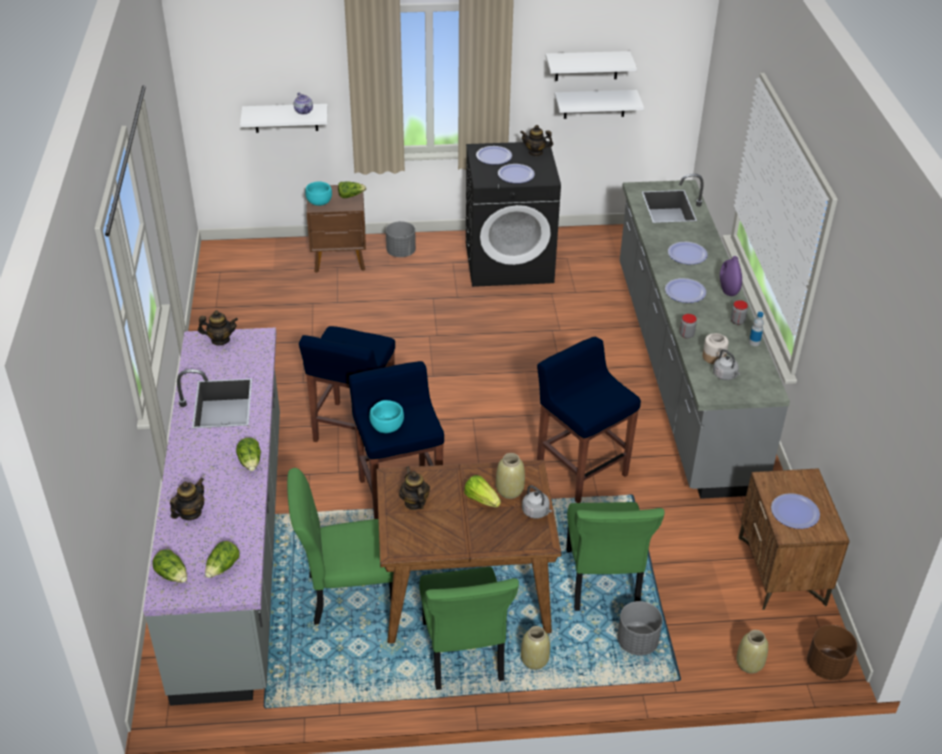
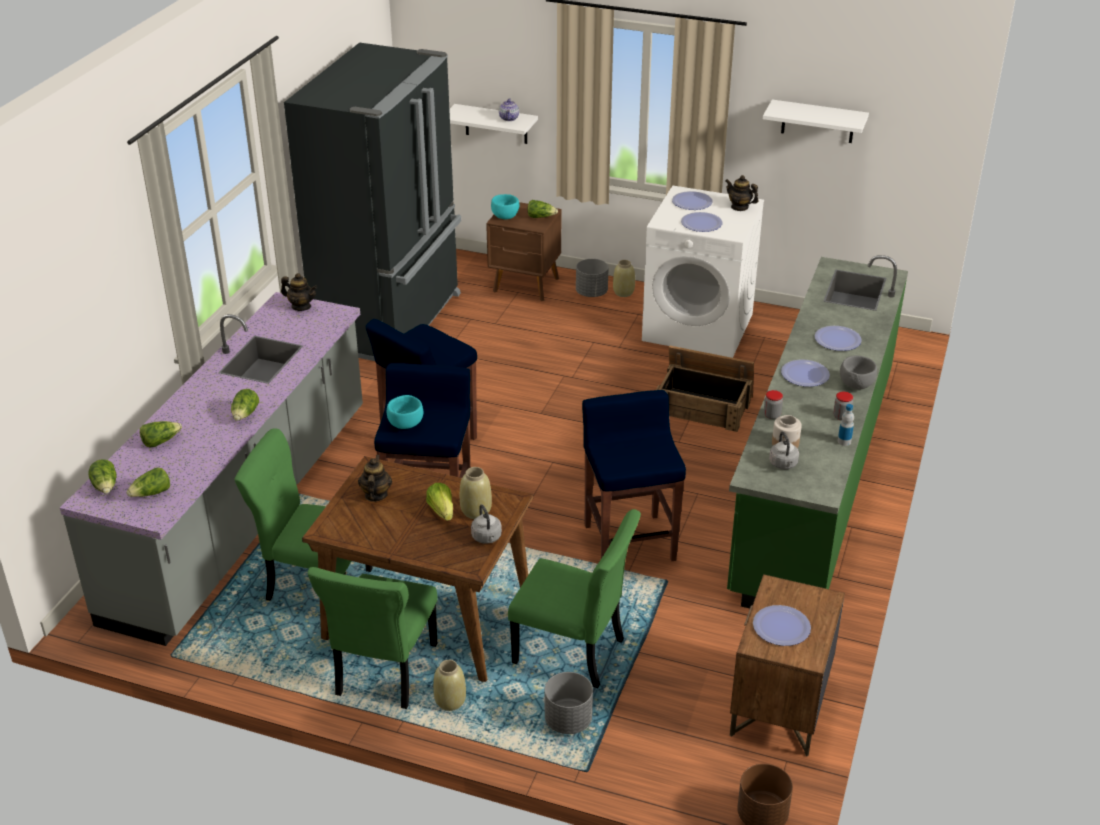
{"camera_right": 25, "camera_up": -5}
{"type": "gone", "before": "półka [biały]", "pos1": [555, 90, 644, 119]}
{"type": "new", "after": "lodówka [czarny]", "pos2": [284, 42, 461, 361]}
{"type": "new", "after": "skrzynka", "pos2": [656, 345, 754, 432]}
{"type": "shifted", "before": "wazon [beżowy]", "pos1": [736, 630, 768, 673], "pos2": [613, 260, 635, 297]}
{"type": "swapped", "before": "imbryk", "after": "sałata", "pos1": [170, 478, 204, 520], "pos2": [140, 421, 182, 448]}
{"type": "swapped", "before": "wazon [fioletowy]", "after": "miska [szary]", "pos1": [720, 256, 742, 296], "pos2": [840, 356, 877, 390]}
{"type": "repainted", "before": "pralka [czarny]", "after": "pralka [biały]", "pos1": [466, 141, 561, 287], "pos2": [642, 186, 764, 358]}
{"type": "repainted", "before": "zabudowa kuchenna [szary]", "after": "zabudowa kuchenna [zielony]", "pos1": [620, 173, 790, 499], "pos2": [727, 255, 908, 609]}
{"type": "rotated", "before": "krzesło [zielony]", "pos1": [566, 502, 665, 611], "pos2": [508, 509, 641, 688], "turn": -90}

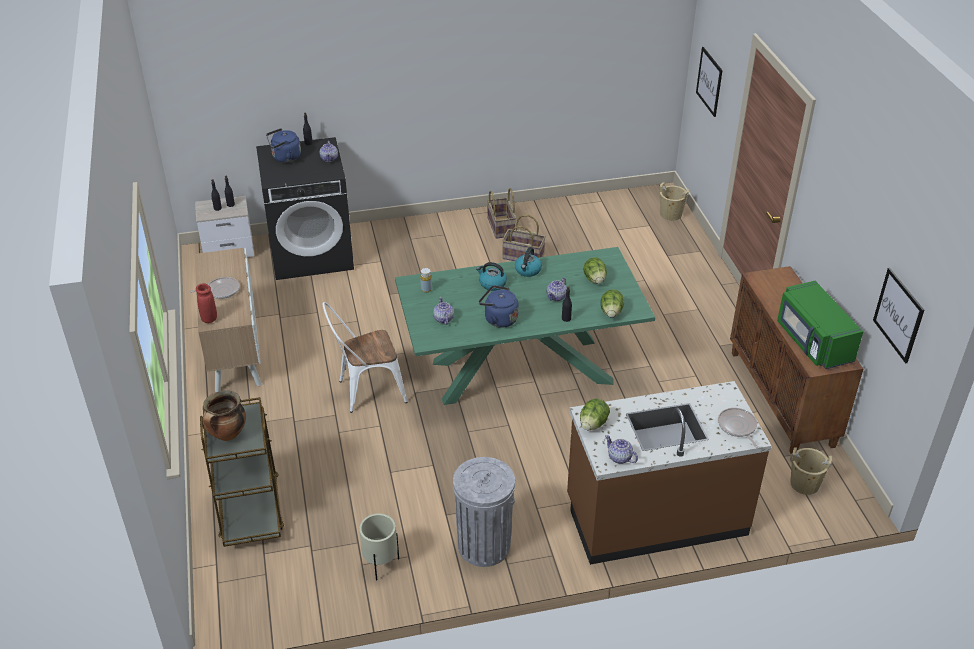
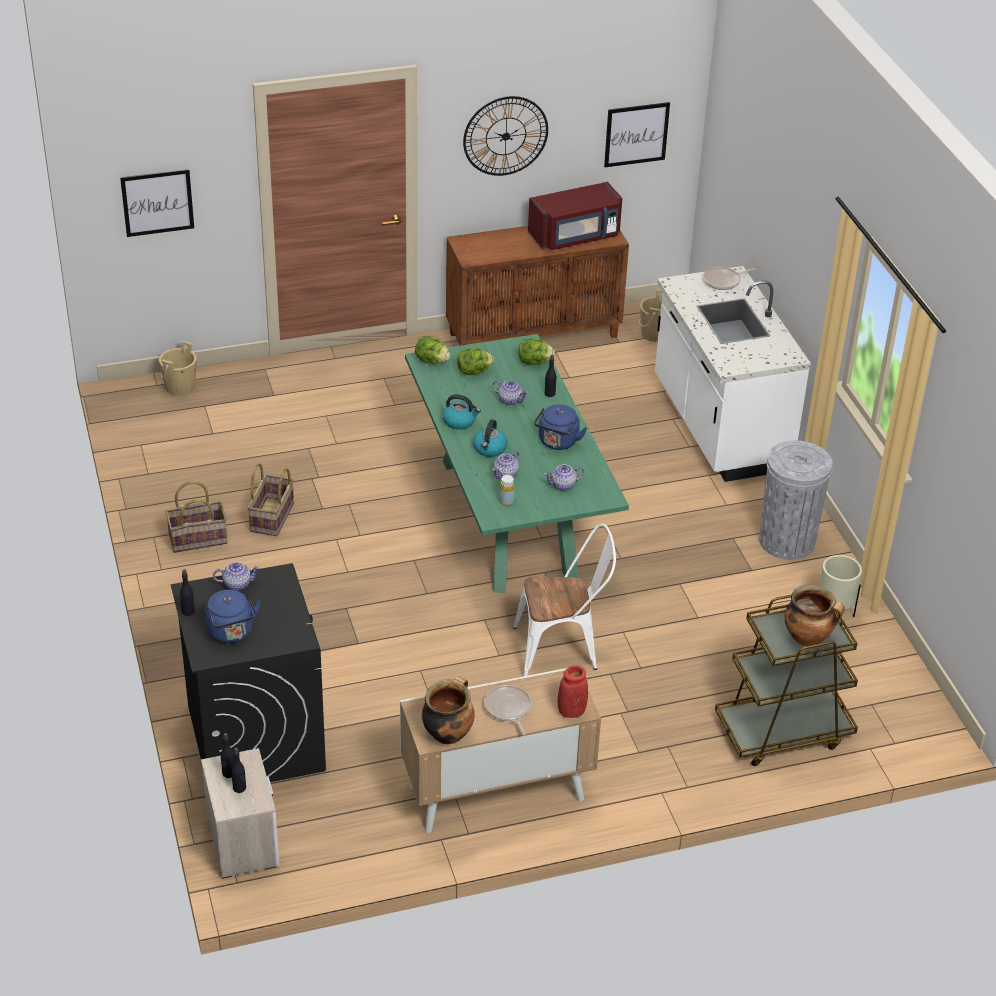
{"camera_right": -95, "camera_up": 0}
{"type": "new", "after": "garnek", "pos2": [422, 676, 475, 744]}
{"type": "new", "after": "zegar ścienny", "pos2": [463, 96, 548, 176]}
{"type": "shifted", "before": "sałata", "pos1": [580, 399, 610, 430], "pos2": [415, 336, 451, 364]}
{"type": "shifted", "before": "imbryk", "pos1": [605, 435, 638, 464], "pos2": [492, 451, 520, 479]}
{"type": "repainted", "before": "zabudowa kuchenna [brązowy]", "after": "zabudowa kuchenna [biały]", "pos1": [567, 381, 772, 565], "pos2": [655, 266, 811, 482]}
{"type": "repainted", "before": "mikrofalówka [zielony]", "after": "mikrofalówka [czerwony]", "pos1": [777, 281, 863, 369], "pos2": [528, 182, 622, 250]}
{"type": "rotated", "before": "krzesło [biały]", "pos1": [323, 302, 408, 413], "pos2": [513, 524, 616, 676], "turn": -75}

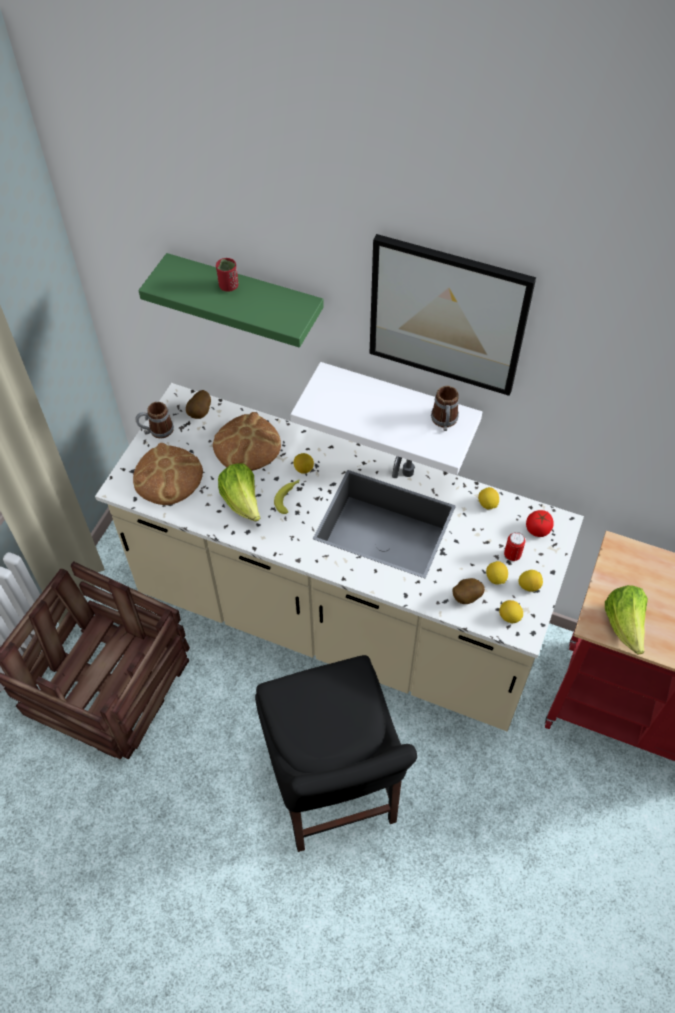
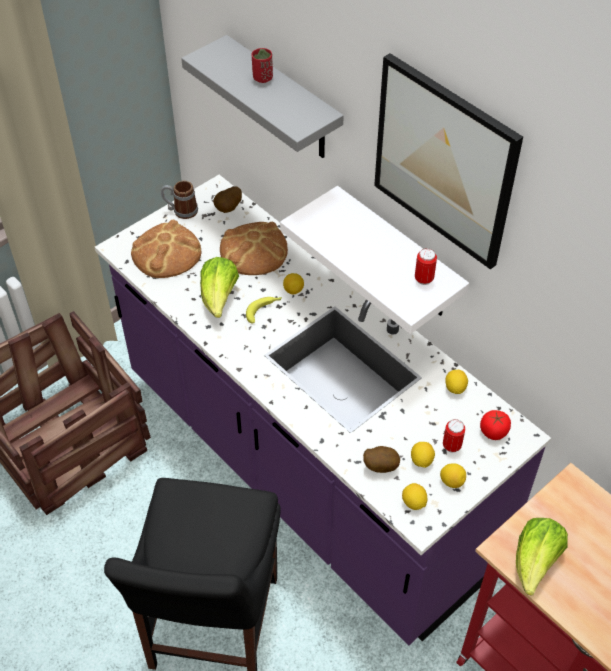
{"camera_right": 25, "camera_up": -5}
{"type": "swapped", "before": "kubek", "after": "puszka", "pos1": [431, 386, 459, 431], "pos2": [415, 248, 437, 285]}
{"type": "repainted", "before": "zabudowa kuchenna [beżowy]", "after": "zabudowa kuchenna [fioletowy]", "pos1": [95, 383, 584, 731], "pos2": [95, 175, 551, 645]}
{"type": "repainted", "before": "półka [zielony]", "after": "półka [szary]", "pos1": [138, 253, 324, 348], "pos2": [181, 35, 344, 158]}

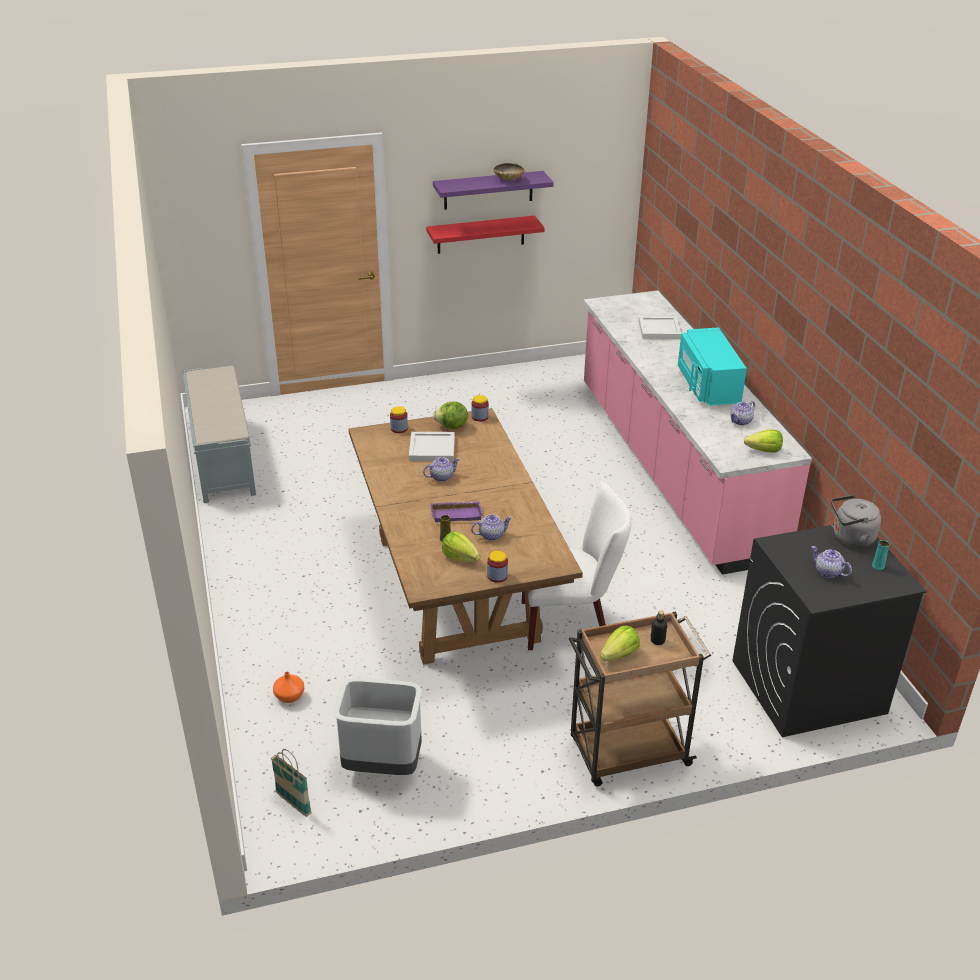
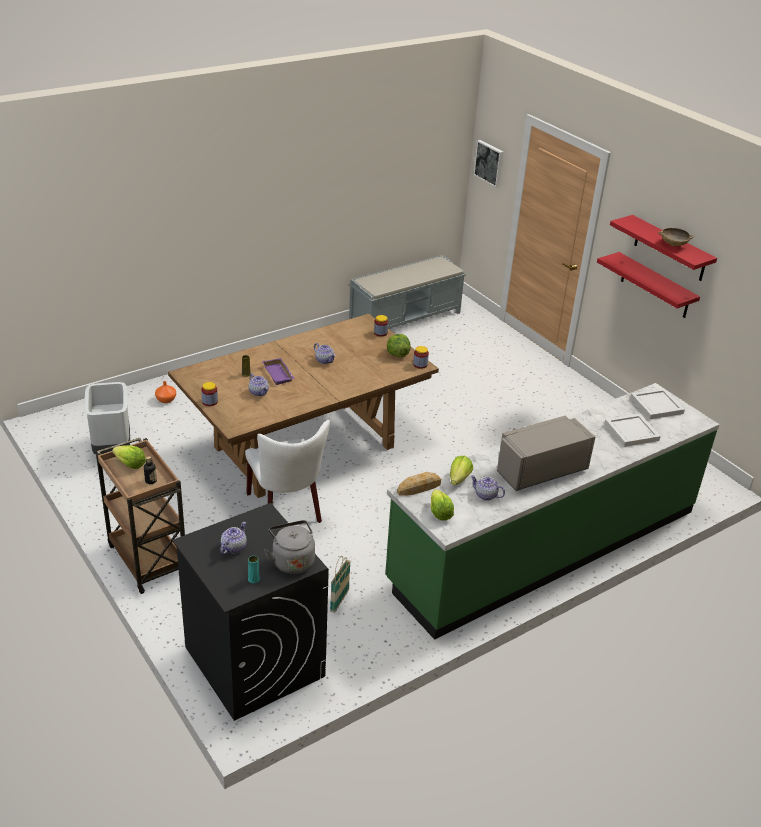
{"camera_right": 70, "camera_up": 0}
{"type": "new", "after": "chleb", "pos2": [397, 472, 441, 496]}
{"type": "new", "after": "obraz", "pos2": [474, 140, 504, 187]}
{"type": "shifted", "before": "koszyk", "pos1": [271, 749, 312, 817], "pos2": [330, 556, 351, 613]}
{"type": "shifted", "before": "taca [biały]", "pos1": [409, 432, 455, 461], "pos2": [630, 388, 685, 419]}
{"type": "shifted", "before": "sałata", "pos1": [442, 531, 480, 562], "pos2": [450, 456, 473, 486]}
{"type": "repainted", "before": "półka [fioletowy]", "after": "półka [czerwony]", "pos1": [433, 171, 554, 210], "pos2": [610, 215, 717, 281]}
{"type": "repainted", "before": "zabudowa kuchenna [różowy]", "after": "zabudowa kuchenna [zielony]", "pos1": [584, 290, 812, 575], "pos2": [385, 383, 719, 640]}
{"type": "repainted", "before": "mikrofalówka [turkusowy]", "after": "mikrofalówka [szary]", "pos1": [678, 327, 747, 406], "pos2": [497, 416, 595, 491]}

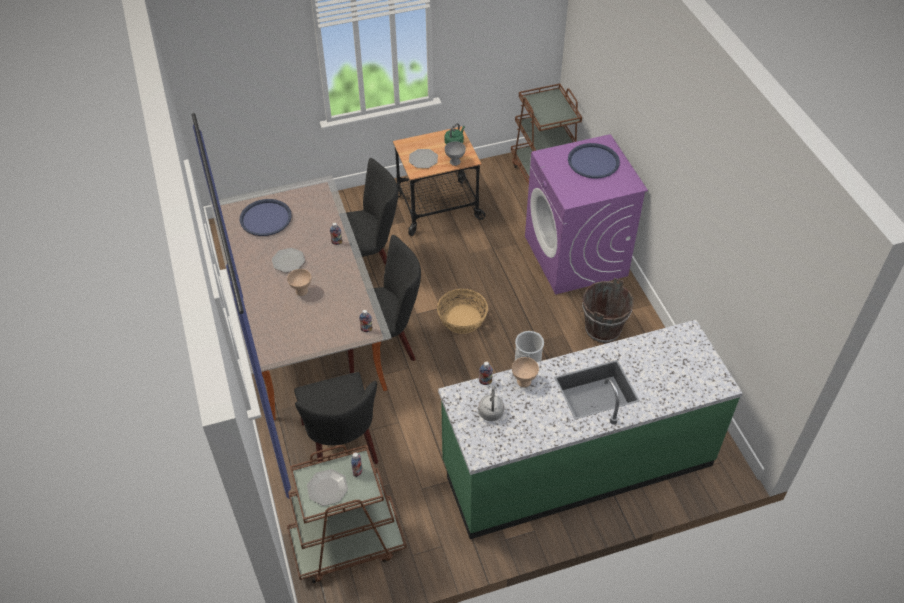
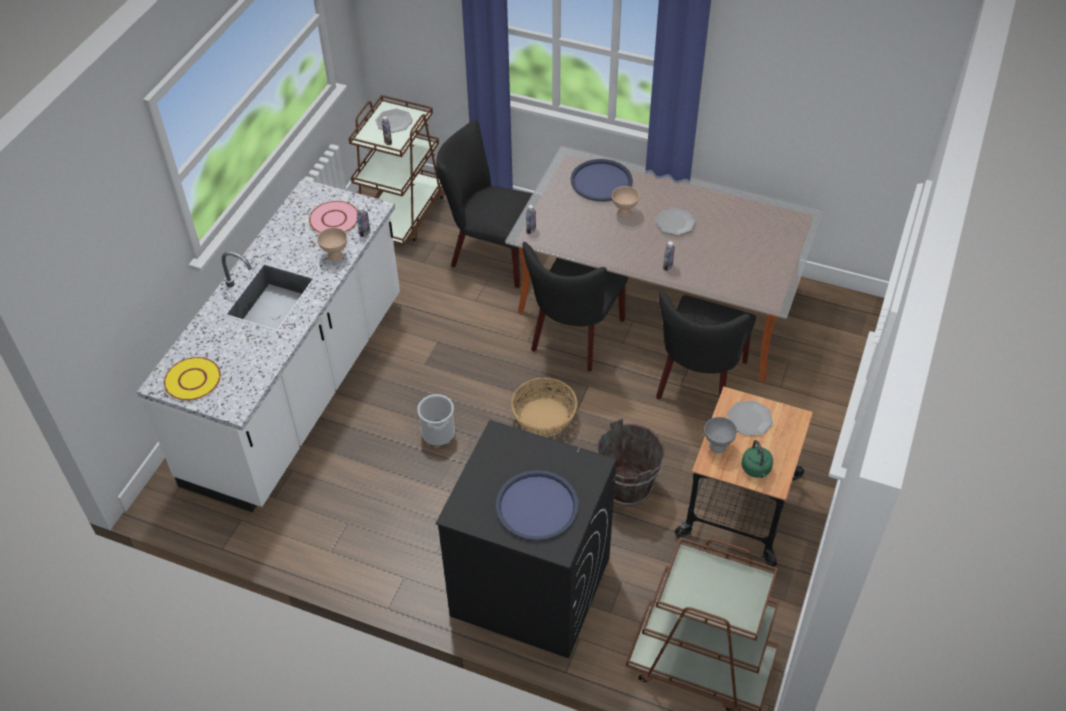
{"camera_right": 130, "camera_up": 0}
{"type": "new", "after": "talerz [żółty]", "pos2": [164, 357, 221, 400]}
{"type": "shifted", "before": "taca [niebieski]", "pos1": [240, 199, 292, 236], "pos2": [571, 159, 633, 201]}
{"type": "shifted", "before": "wiadro [brązowy]", "pos1": [582, 278, 634, 343], "pos2": [596, 419, 665, 506]}
{"type": "swapped", "before": "czajnik [szary]", "after": "talerz [różowy]", "pos1": [478, 386, 504, 421], "pos2": [309, 201, 358, 233]}
{"type": "repainted", "before": "zabudowa kuchenna [zielony]", "after": "zabudowa kuchenna [biały]", "pos1": [438, 320, 743, 539], "pos2": [137, 179, 400, 512]}
{"type": "repainted", "before": "pralka [fioletowy]", "after": "pralka [czarny]", "pos1": [525, 134, 648, 294], "pos2": [435, 420, 617, 658]}

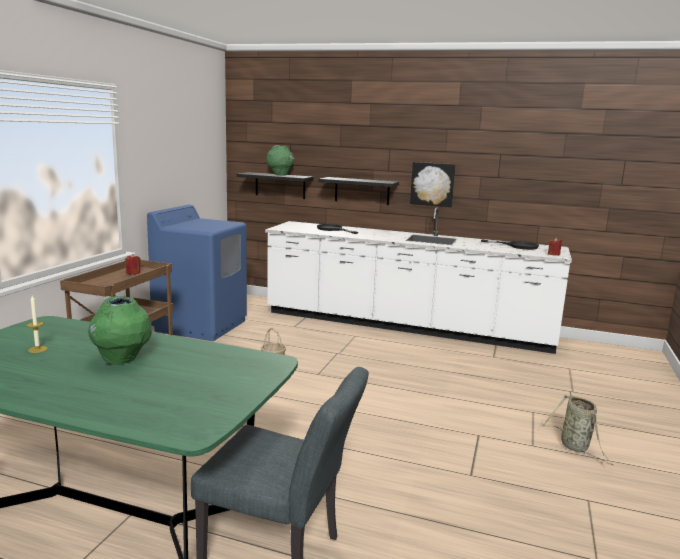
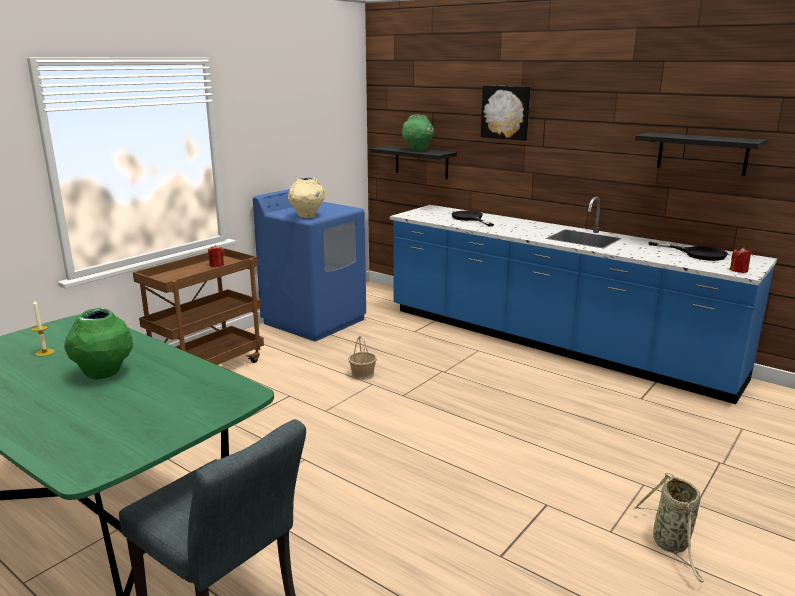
{"camera_right": 20, "camera_up": 5}
{"type": "new", "after": "wazon [beżowy]", "pos2": [288, 178, 325, 218]}
{"type": "shifted", "before": "półka [czarny]", "pos1": [318, 177, 399, 205], "pos2": [635, 132, 767, 176]}
{"type": "shifted", "before": "obraz", "pos1": [410, 162, 456, 207], "pos2": [481, 85, 530, 141]}
{"type": "repainted", "before": "zabudowa kuchenna [biały]", "after": "zabudowa kuchenna [niebieski]", "pos1": [265, 207, 572, 354], "pos2": [390, 196, 777, 404]}

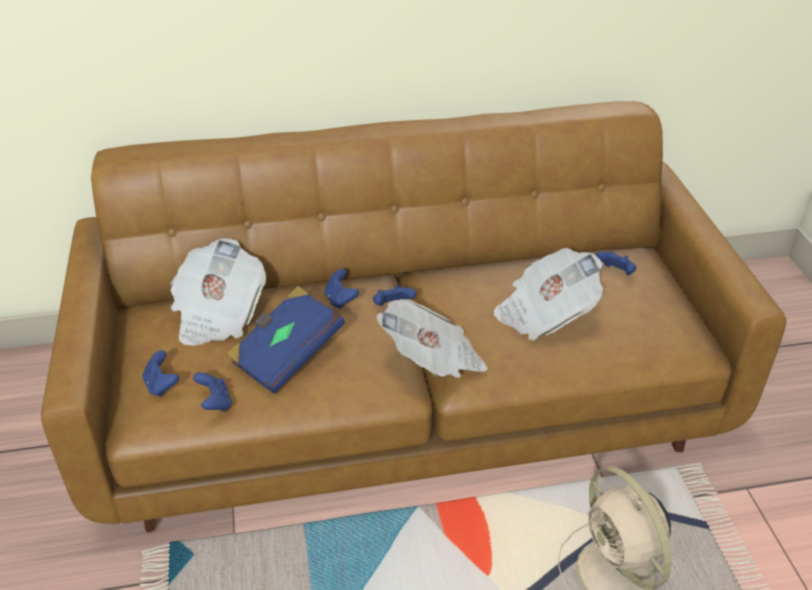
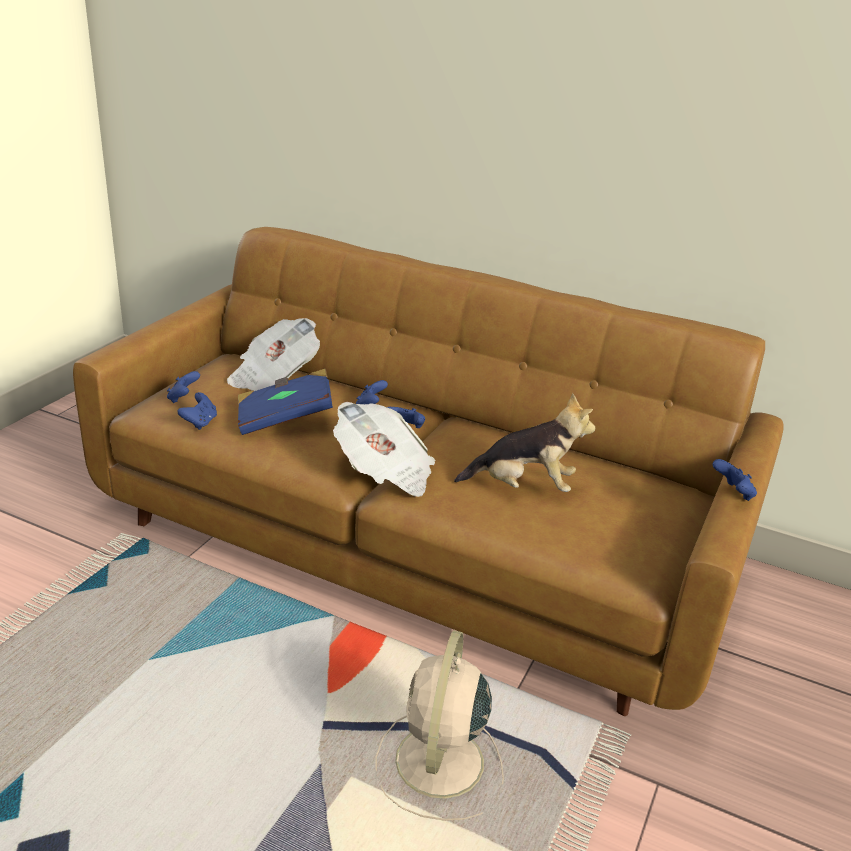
{"camera_right": 35, "camera_up": -10}
{"type": "shifted", "before": "pad do gier [niebieski]", "pos1": [596, 251, 636, 275], "pos2": [712, 459, 757, 501]}
{"type": "swapped", "before": "gazeta", "after": "pluszak", "pos1": [494, 248, 603, 341], "pos2": [454, 393, 595, 492]}

